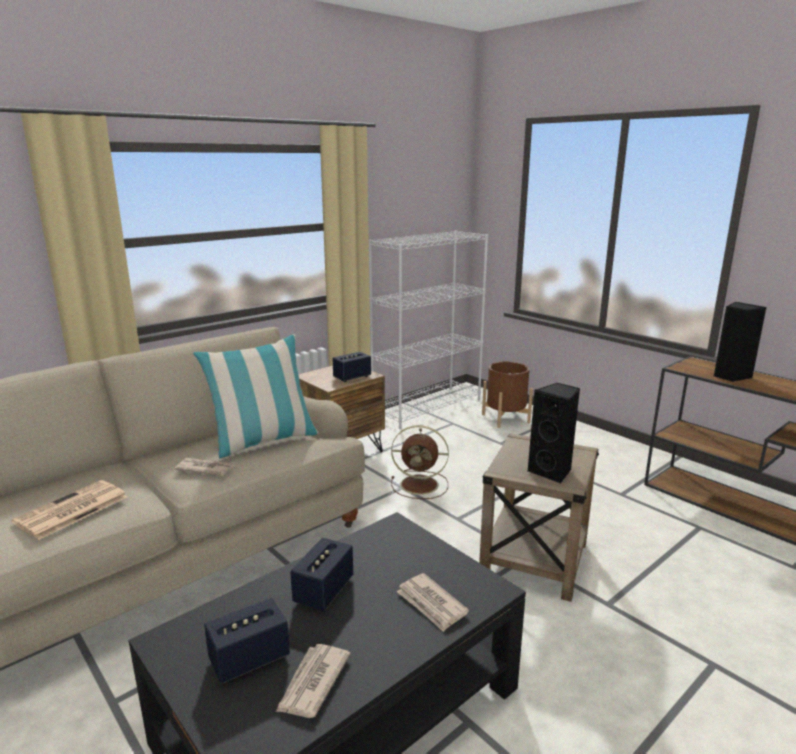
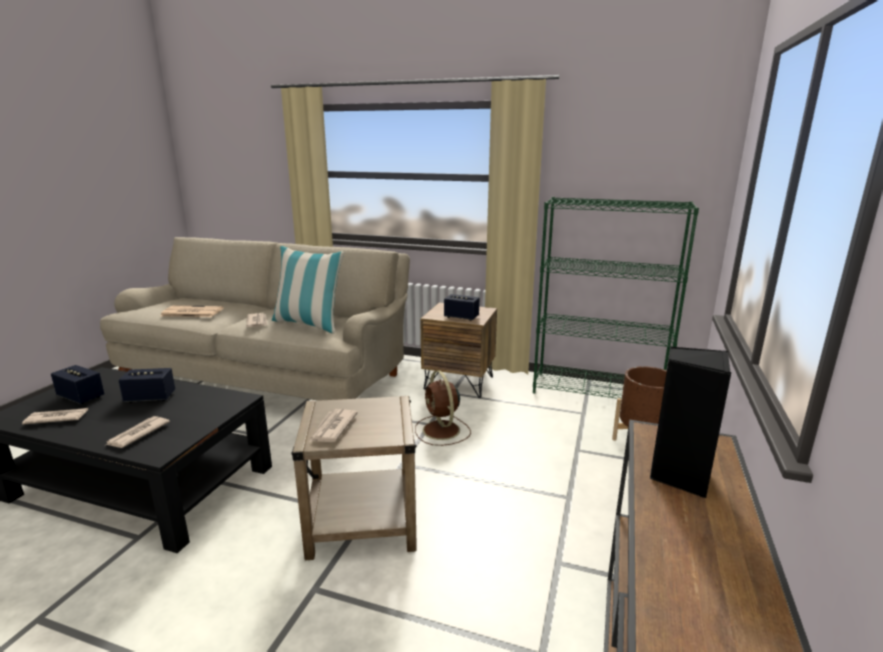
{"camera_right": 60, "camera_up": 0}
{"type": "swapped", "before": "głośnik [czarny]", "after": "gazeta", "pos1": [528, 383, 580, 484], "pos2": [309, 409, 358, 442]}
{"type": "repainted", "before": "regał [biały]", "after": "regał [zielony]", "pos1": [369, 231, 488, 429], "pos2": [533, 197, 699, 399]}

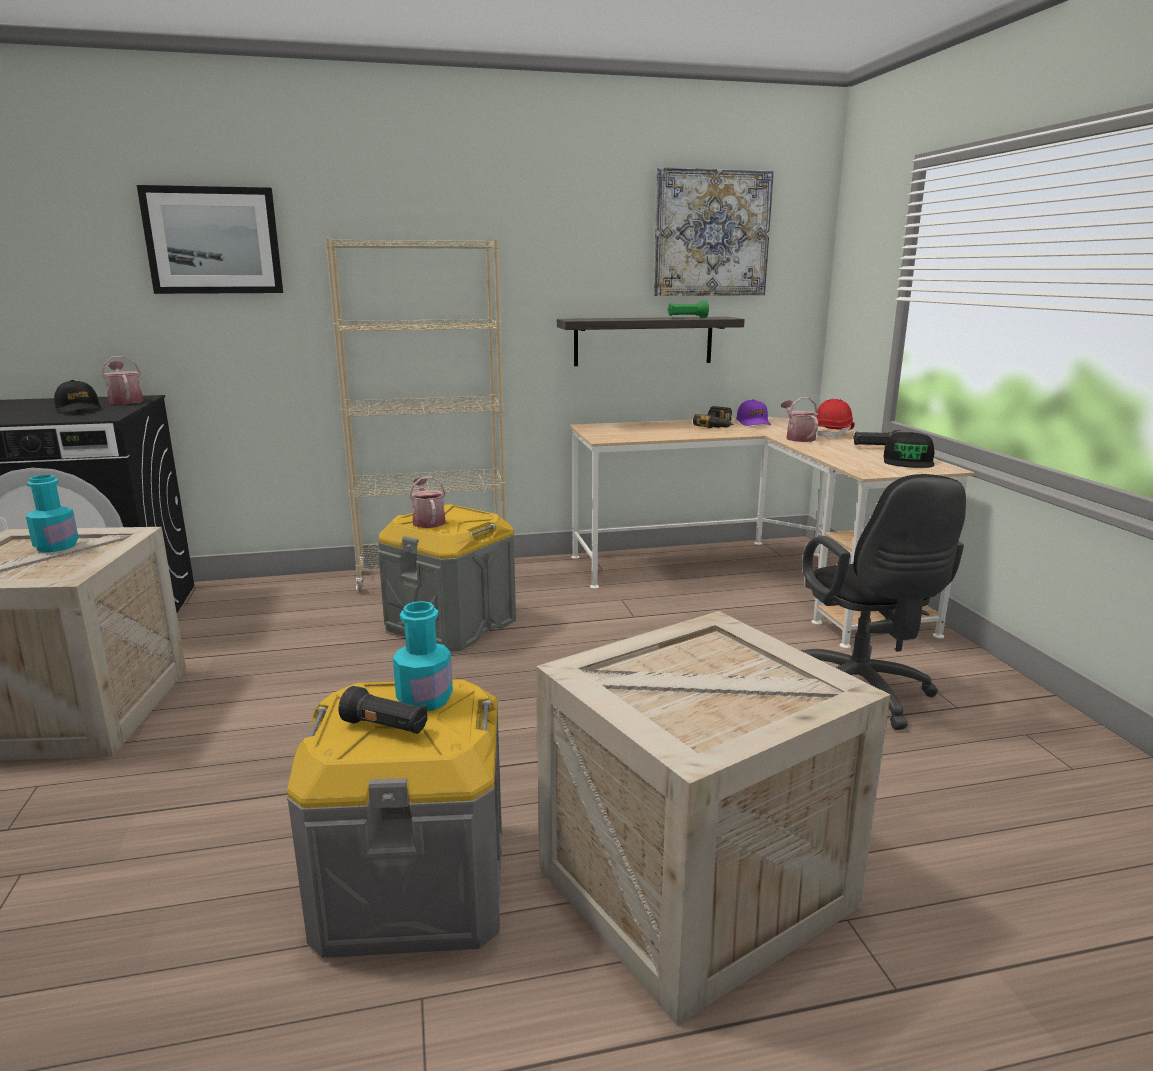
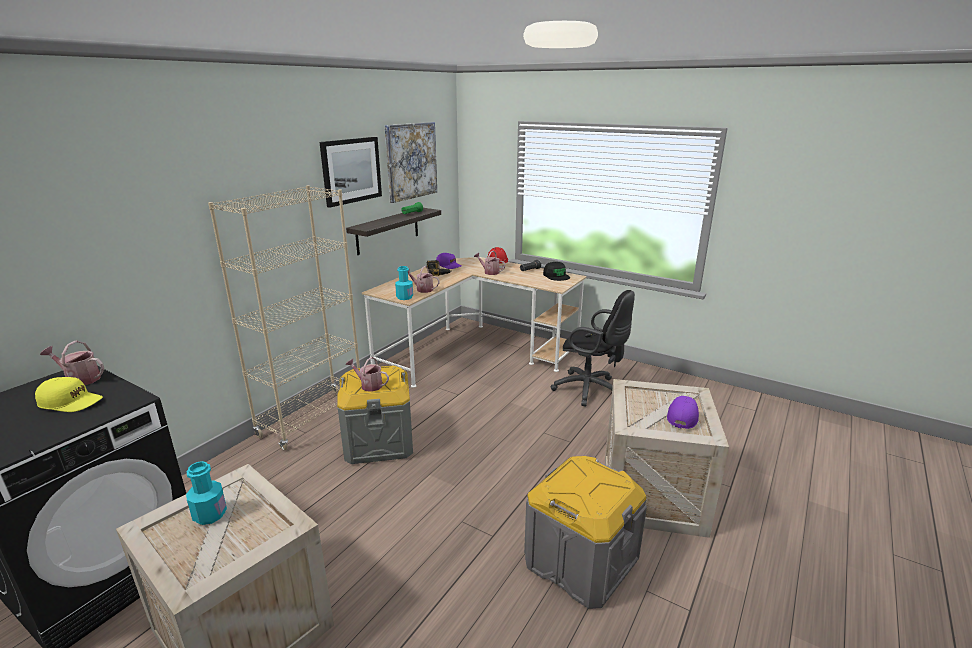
{"camera_right": -45, "camera_up": 5}
{"type": "gone", "before": "latarka [czarny]", "pos1": [338, 686, 427, 734]}
{"type": "new", "after": "konewka", "pos2": [408, 266, 440, 293]}
{"type": "new", "after": "czapka z daszkiem [fioletowy]", "pos2": [667, 396, 699, 429]}
{"type": "shifted", "before": "obraz", "pos1": [137, 185, 283, 294], "pos2": [319, 137, 382, 208]}
{"type": "shifted", "before": "butelka [turkusowy]", "pos1": [393, 601, 453, 711], "pos2": [395, 266, 413, 300]}
{"type": "repainted", "before": "czapka z daszkiem [czarny]", "after": "czapka z daszkiem [żółty]", "pos1": [54, 380, 101, 414], "pos2": [35, 377, 103, 412]}

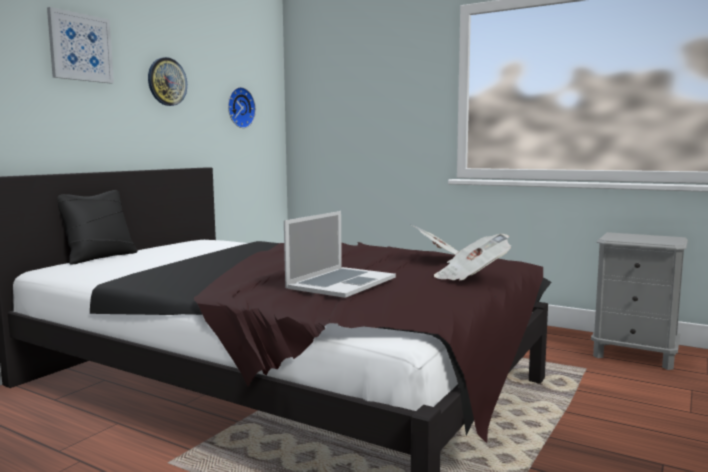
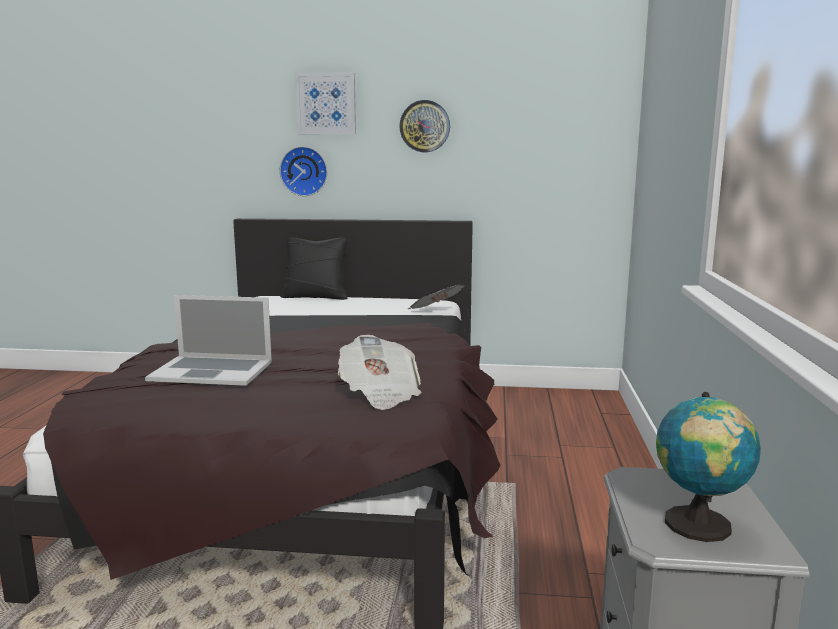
{"camera_right": 65, "camera_up": 5}
{"type": "new", "after": "globus", "pos2": [656, 392, 761, 542]}
{"type": "shifted", "before": "zegar ścienny", "pos1": [228, 87, 256, 128], "pos2": [280, 146, 327, 196]}
{"type": "shifted", "before": "gazeta", "pos1": [434, 234, 511, 280], "pos2": [408, 284, 464, 309]}

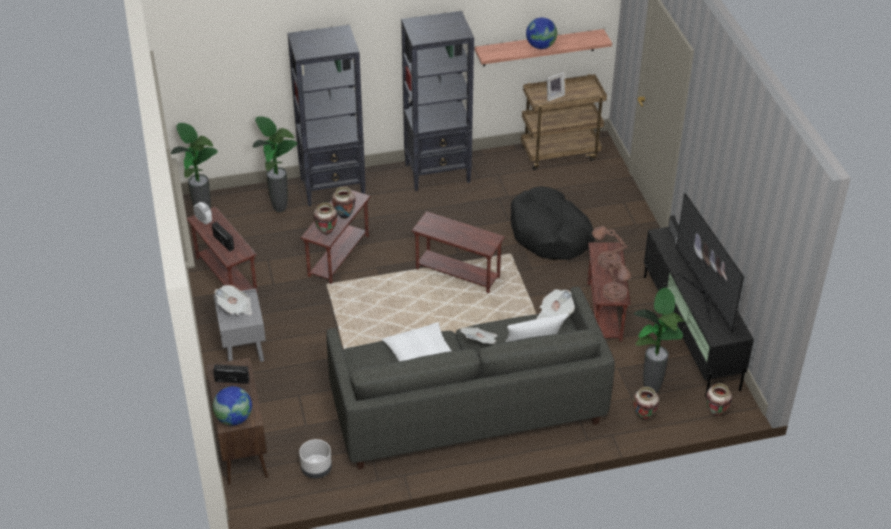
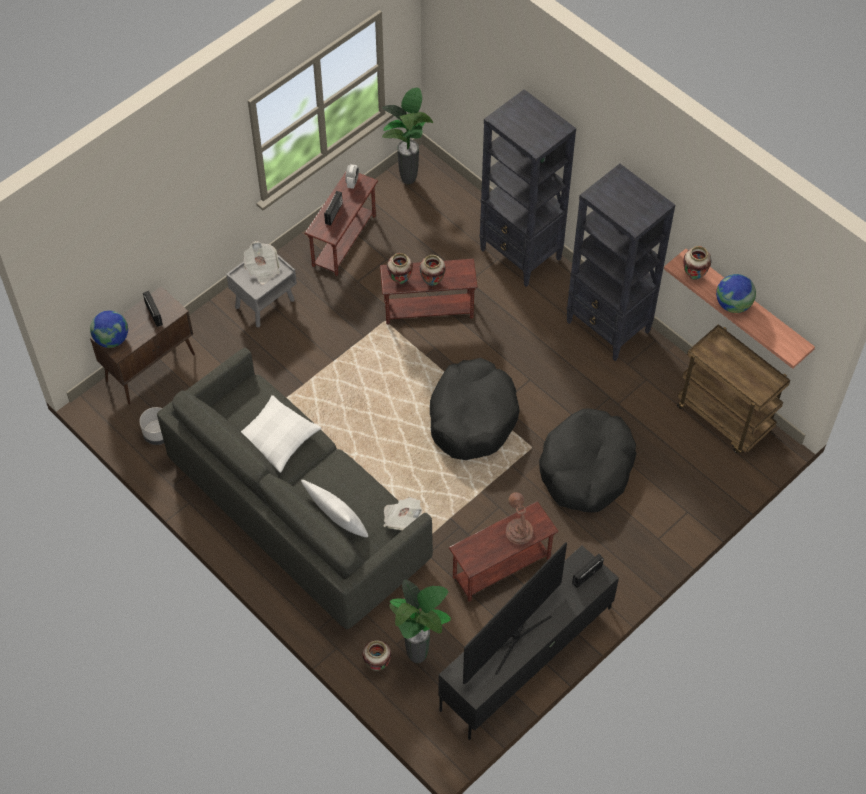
{"camera_right": 60, "camera_up": 15}
{"type": "gone", "before": "roślina doniczkowa", "pos1": [253, 116, 297, 212]}
{"type": "gone", "before": "gazeta", "pos1": [460, 327, 498, 344]}
{"type": "gone", "before": "ramka na zdjęcie", "pos1": [546, 72, 565, 101]}
{"type": "gone", "before": "lampa stołowa [brązowy]", "pos1": [603, 261, 631, 302]}
{"type": "shifted", "before": "wazon", "pos1": [706, 383, 732, 417], "pos2": [683, 246, 712, 280]}
{"type": "swapped", "before": "stolik [brązowy]", "after": "legowisko [czarny]", "pos1": [411, 211, 505, 293], "pos2": [430, 358, 520, 460]}

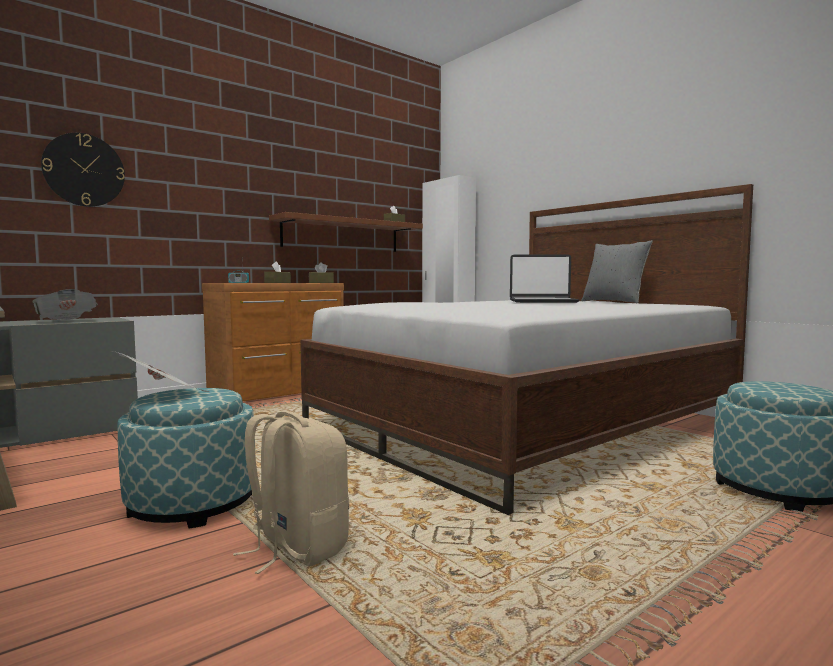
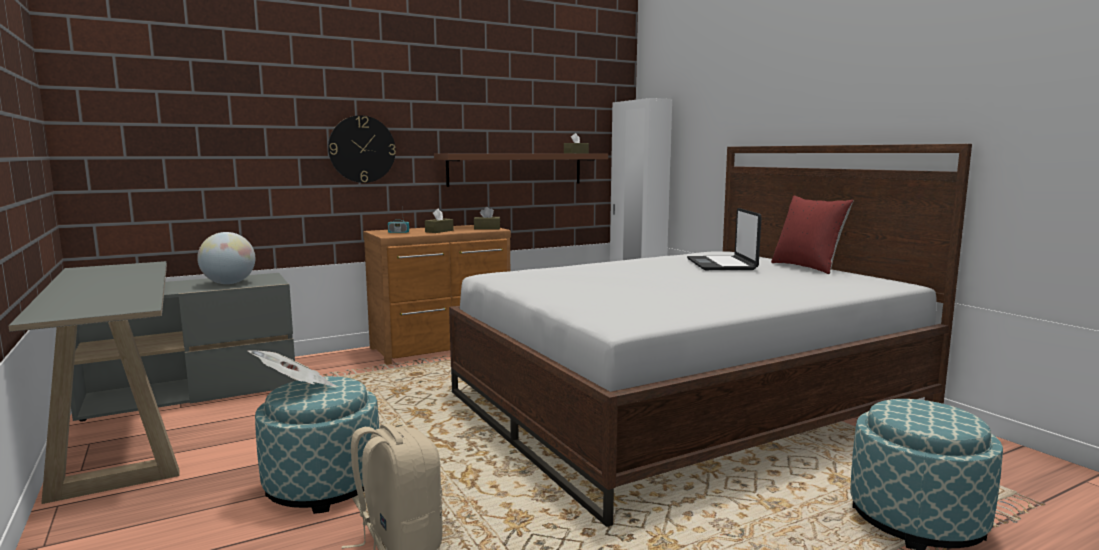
{"camera_right": 10, "camera_up": 5}
{"type": "shifted", "before": "zegar ścienny", "pos1": [41, 133, 125, 207], "pos2": [328, 115, 396, 183]}
{"type": "swapped", "before": "gazeta", "after": "globus", "pos1": [32, 289, 98, 320], "pos2": [197, 232, 255, 284]}
{"type": "repainted", "before": "poduszka [szary]", "after": "poduszka [czerwony]", "pos1": [581, 240, 653, 303], "pos2": [771, 195, 854, 274]}
{"type": "rotated", "before": "laptop", "pos1": [510, 254, 580, 303], "pos2": [687, 208, 762, 270], "turn": 75}

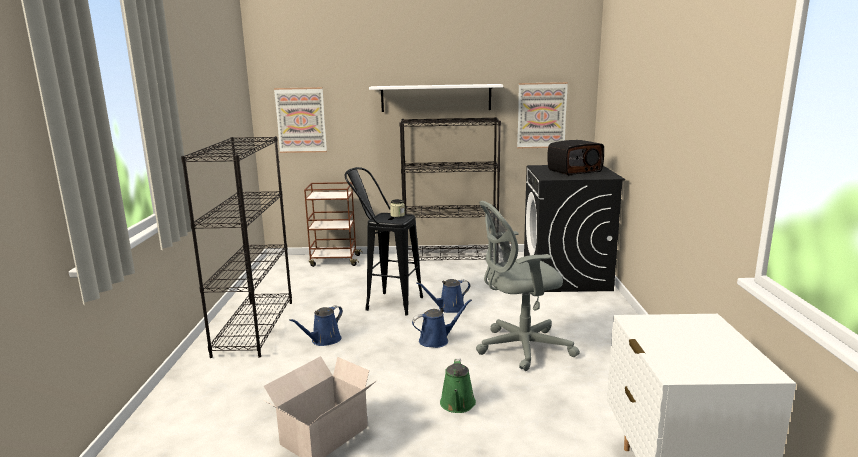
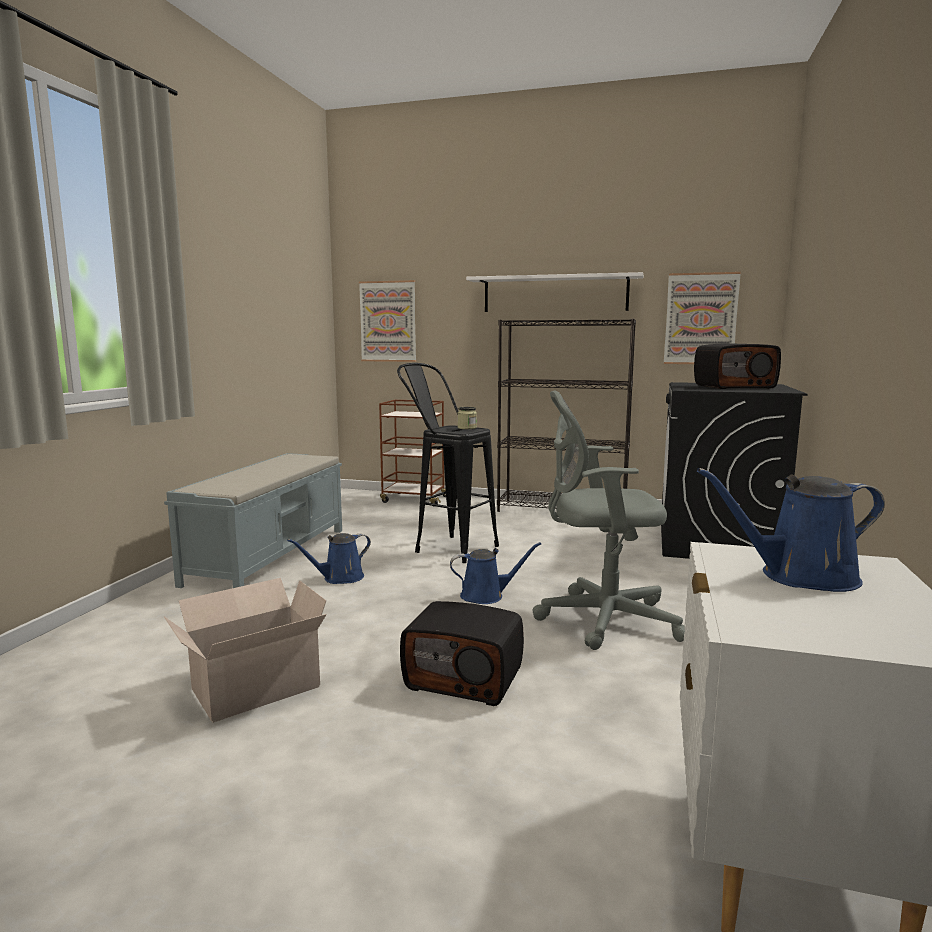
{"camera_right": 15, "camera_up": -5}
{"type": "shifted", "before": "konewka [niebieski]", "pos1": [416, 279, 470, 313], "pos2": [697, 468, 885, 592]}
{"type": "swapped", "before": "regał [czarny]", "after": "ławka [szary]", "pos1": [181, 136, 292, 358], "pos2": [164, 453, 342, 588]}
{"type": "swapped", "before": "konewka [zielony]", "after": "radio", "pos1": [440, 359, 476, 413], "pos2": [400, 601, 524, 706]}

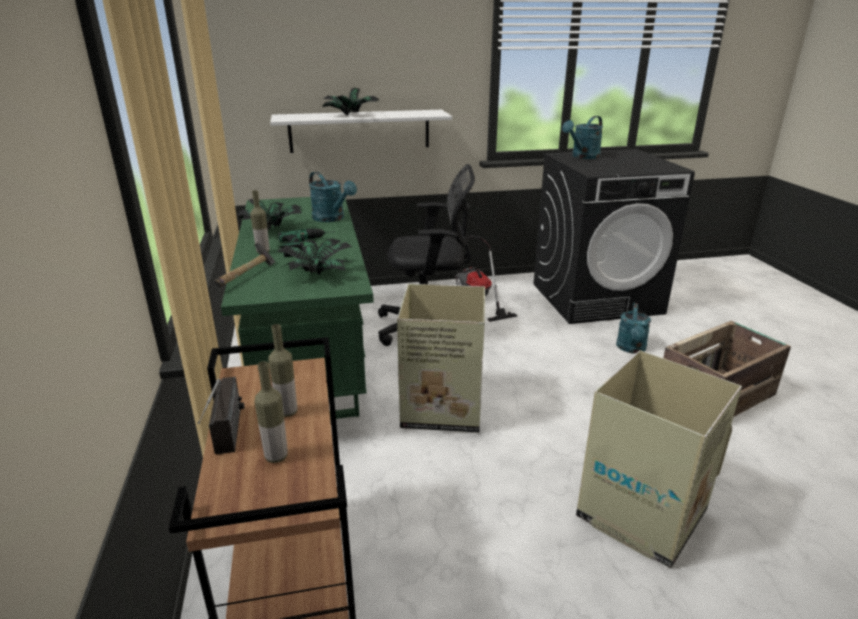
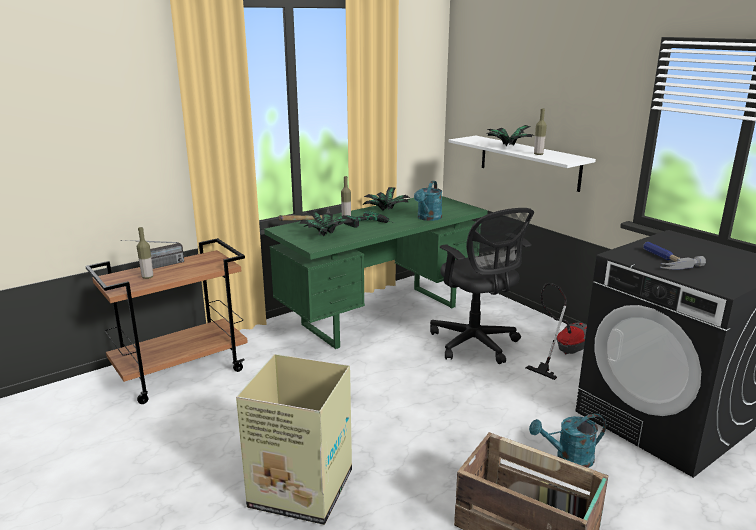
{"camera_right": 65, "camera_up": -5}
{"type": "gone", "before": "karton", "pos1": [397, 284, 485, 433]}
{"type": "gone", "before": "konewka [turkusowy]", "pos1": [562, 116, 603, 159]}
{"type": "new", "after": "młotek", "pos2": [643, 242, 706, 269]}
{"type": "shifted", "before": "butelka", "pos1": [268, 324, 297, 417], "pos2": [534, 109, 547, 155]}

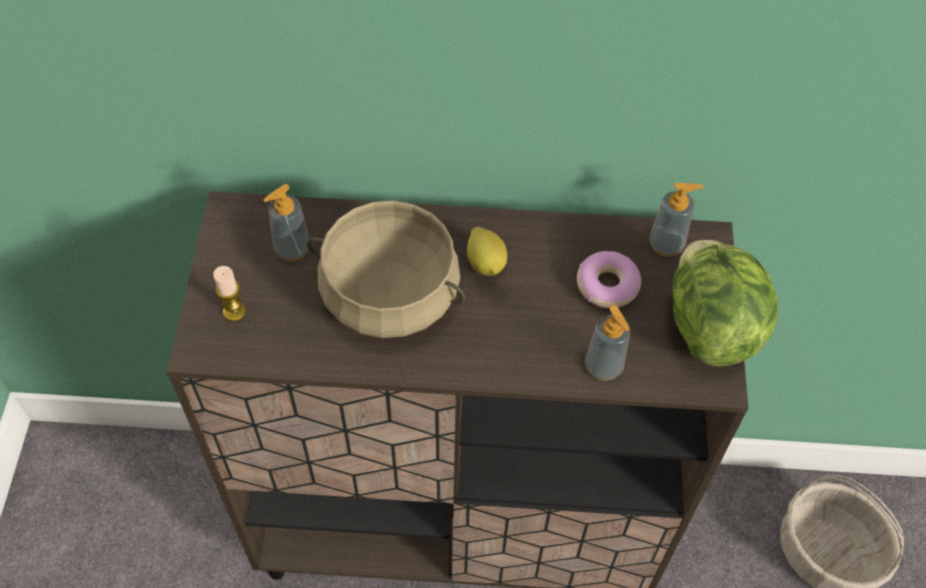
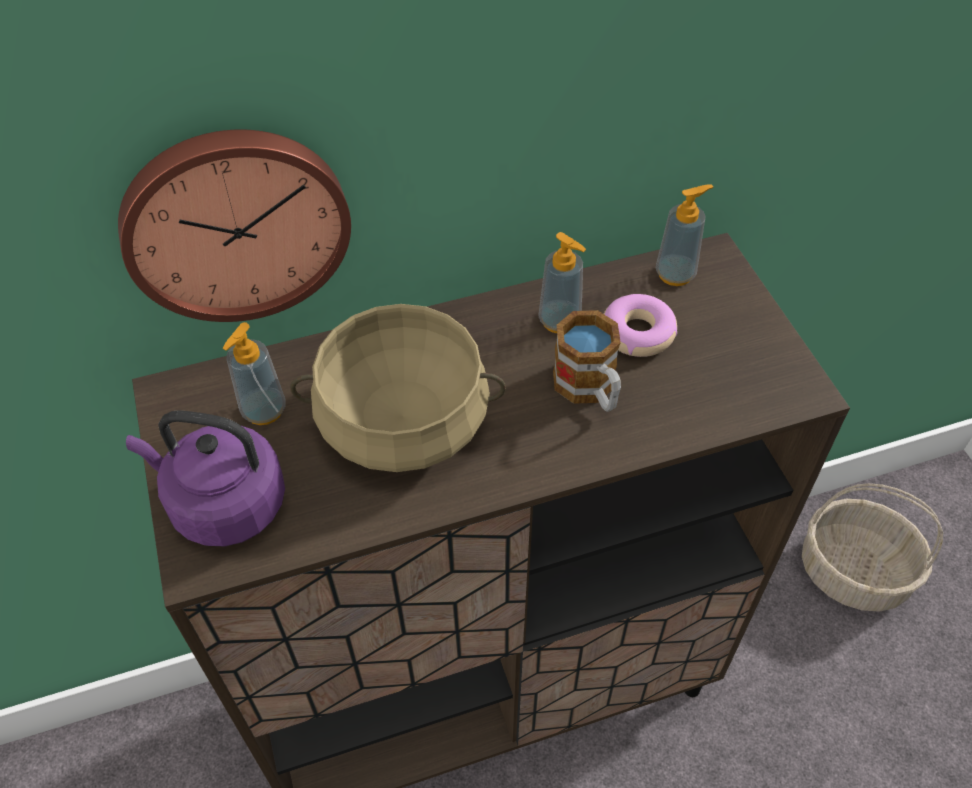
{"camera_right": -20, "camera_up": -5}
{"type": "gone", "before": "cytryna", "pos1": [467, 227, 507, 275]}
{"type": "gone", "before": "sałata", "pos1": [673, 240, 778, 367]}
{"type": "new", "after": "zegar ścienny", "pos2": [118, 129, 351, 322]}
{"type": "new", "after": "kubek", "pos2": [553, 310, 621, 412]}
{"type": "shifted", "before": "dozownik mydła", "pos1": [585, 305, 630, 381], "pos2": [538, 232, 586, 333]}
{"type": "swapped", "before": "świeca", "after": "czajnik [fioletowy]", "pos1": [213, 266, 246, 321], "pos2": [126, 410, 285, 547]}

